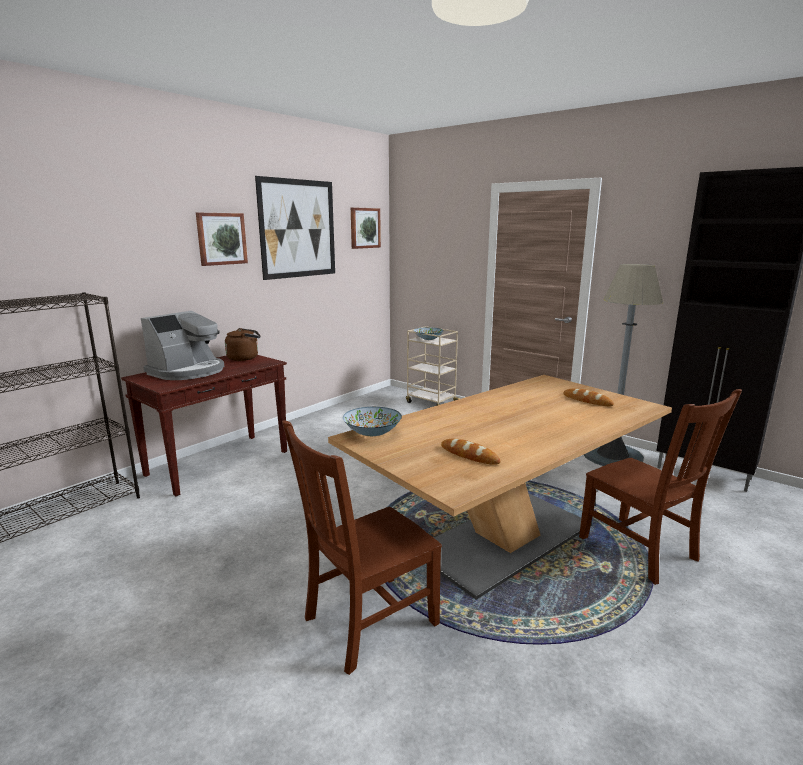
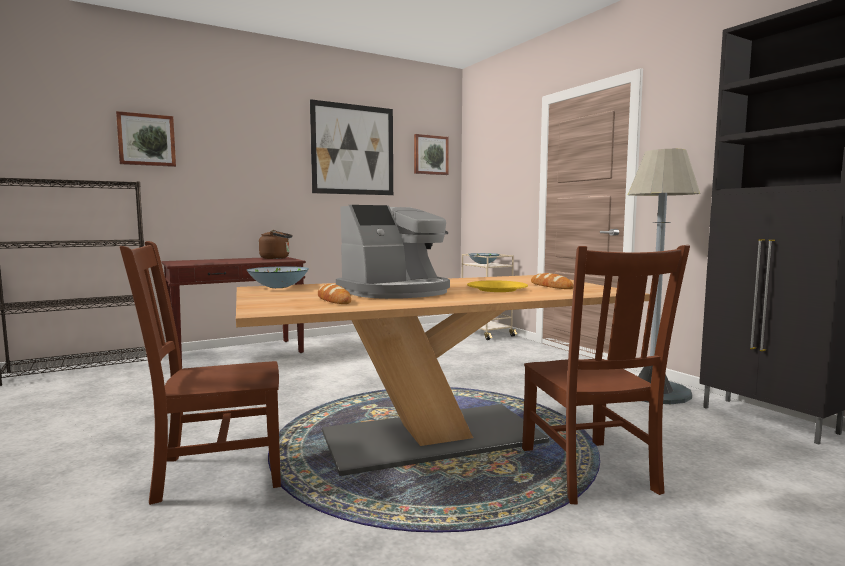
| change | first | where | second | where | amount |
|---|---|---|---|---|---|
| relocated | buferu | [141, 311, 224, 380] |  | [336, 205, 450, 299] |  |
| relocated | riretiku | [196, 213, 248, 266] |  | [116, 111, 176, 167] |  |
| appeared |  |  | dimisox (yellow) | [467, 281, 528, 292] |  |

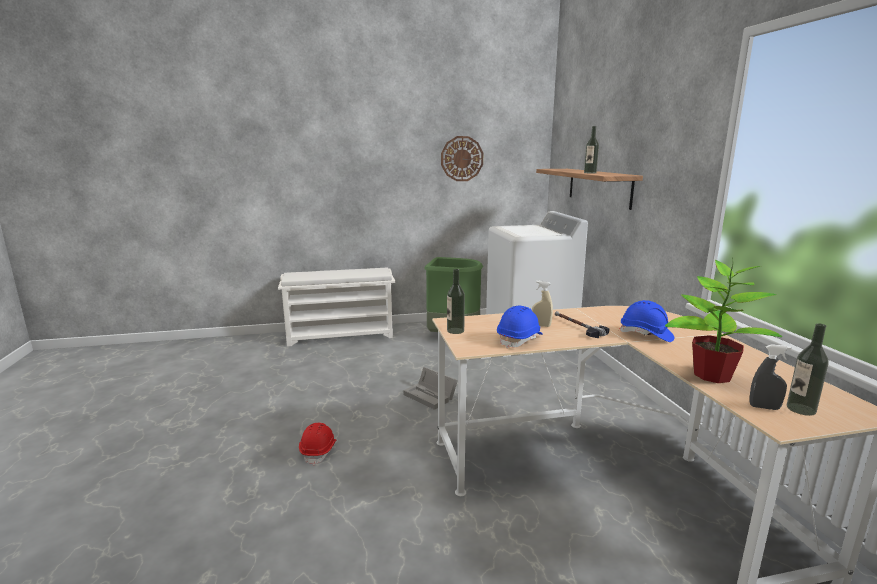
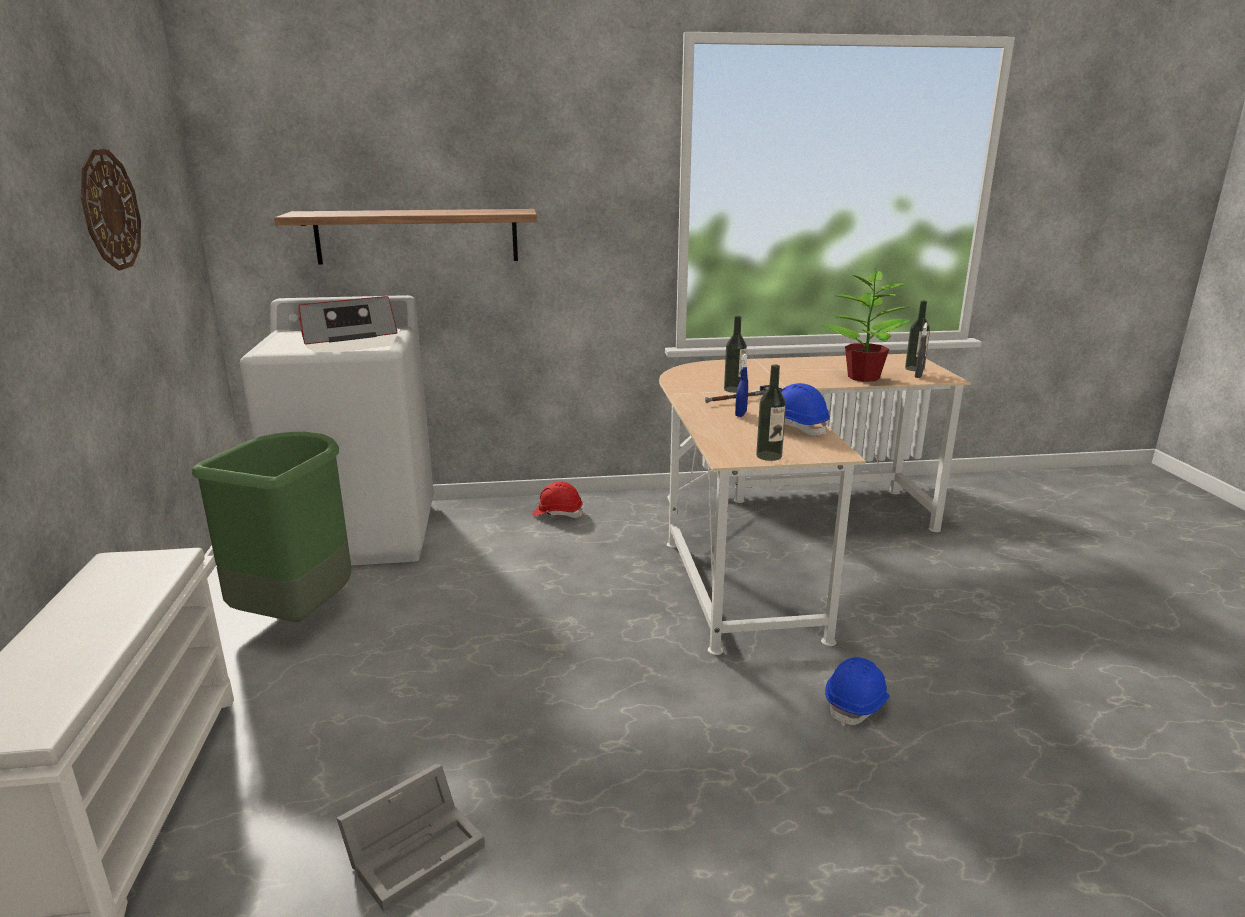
| change | first | where | second | where | amount |
|---|---|---|---|---|---|
| relocated | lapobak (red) | [299, 423, 336, 465] |  | [533, 481, 583, 518] |  |
| relocated | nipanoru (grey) | [403, 367, 458, 410] |  | [336, 763, 485, 912] |  |
| colour | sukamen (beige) | [532, 281, 553, 327] | sukamen (blue) | [735, 354, 748, 417] |  |
| relocated | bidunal | [584, 126, 599, 173] |  | [724, 316, 747, 393] |  |
| relocated | lapobak (blue) | [619, 300, 674, 342] |  | [825, 657, 890, 726] |  |
| appeared |  |  | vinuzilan | [298, 296, 398, 344] |  |

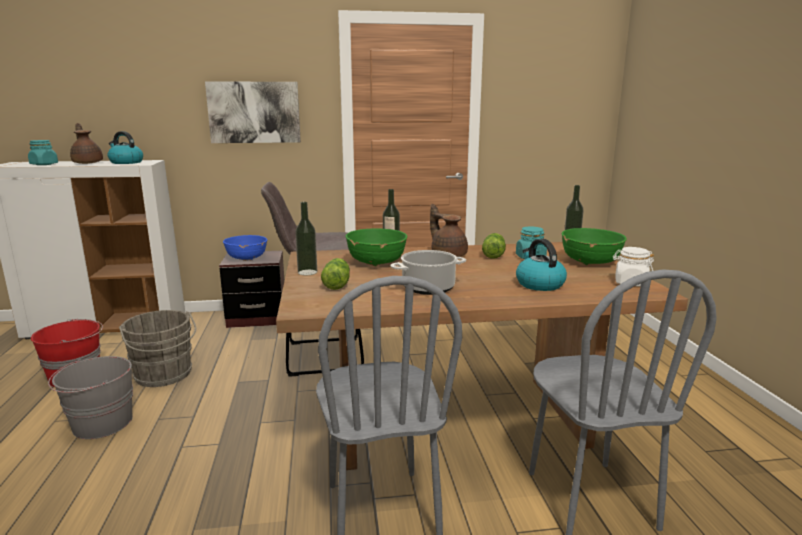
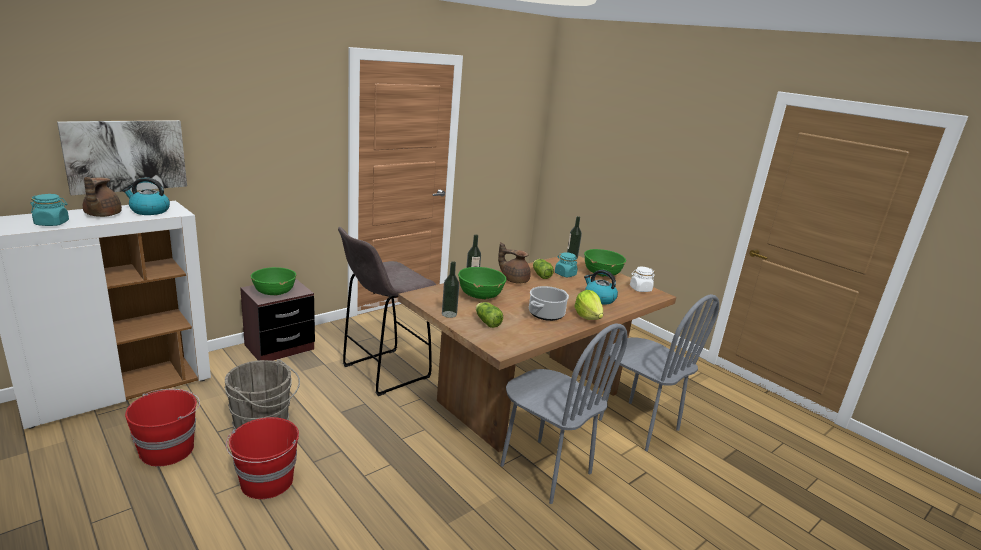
| change | first | where | second | where | amount |
|---|---|---|---|---|---|
| colour | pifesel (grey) | [48, 356, 133, 439] | pifesel (red) | [226, 417, 299, 499] |  |
| spun | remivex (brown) | [70, 123, 103, 164] |  | [83, 177, 122, 217] | 120 degrees counterclockwise |
| relocated | riretiku | [205, 81, 301, 143] |  | [57, 120, 187, 195] |  |
| colour | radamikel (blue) | [223, 235, 268, 261] | radamikel (green) | [250, 267, 296, 296] |  |
| appeared |  |  | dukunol | [574, 290, 603, 320] |  |

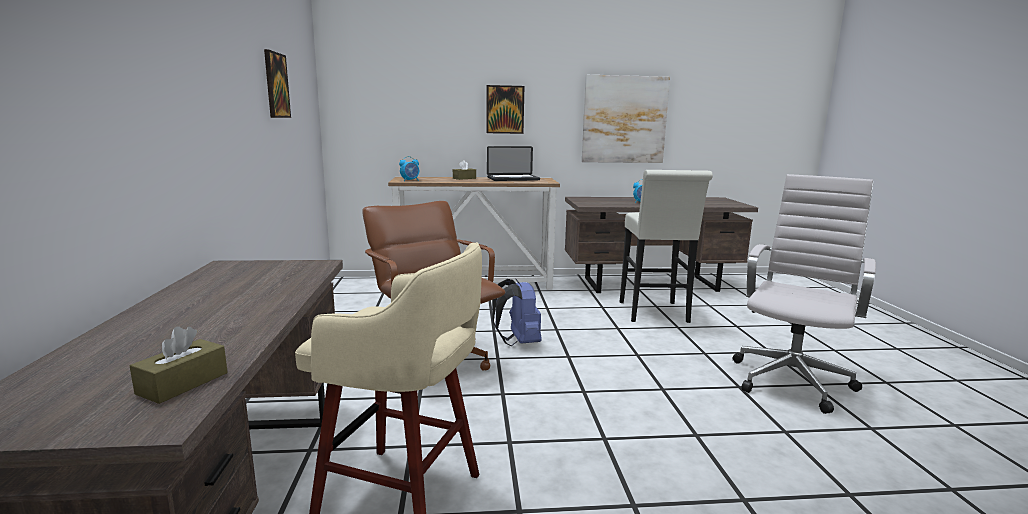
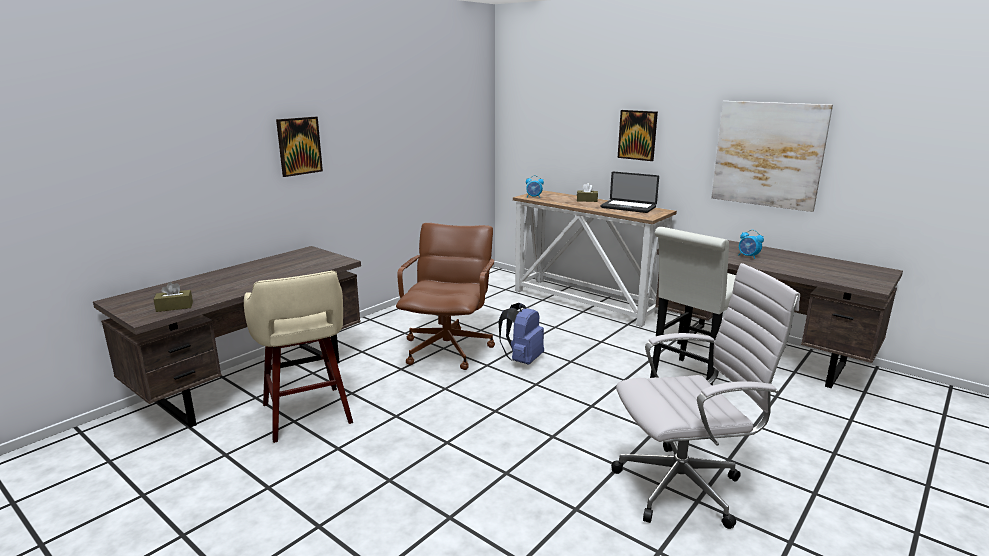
| change | first | where | second | where | amount |
|---|---|---|---|---|---|
| relocated | riretiku | [264, 49, 291, 118] |  | [276, 117, 323, 177] |  |

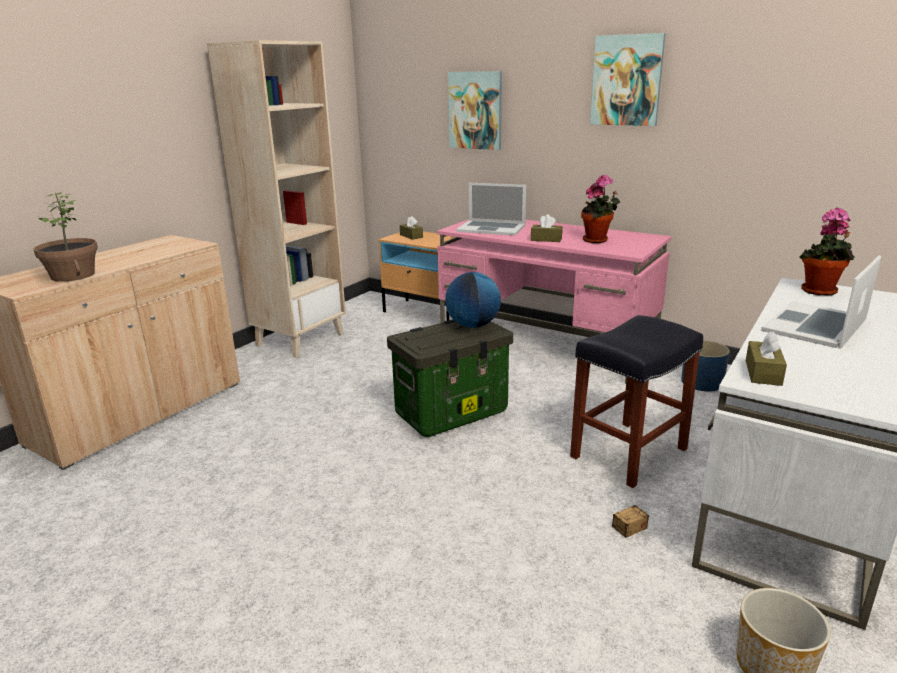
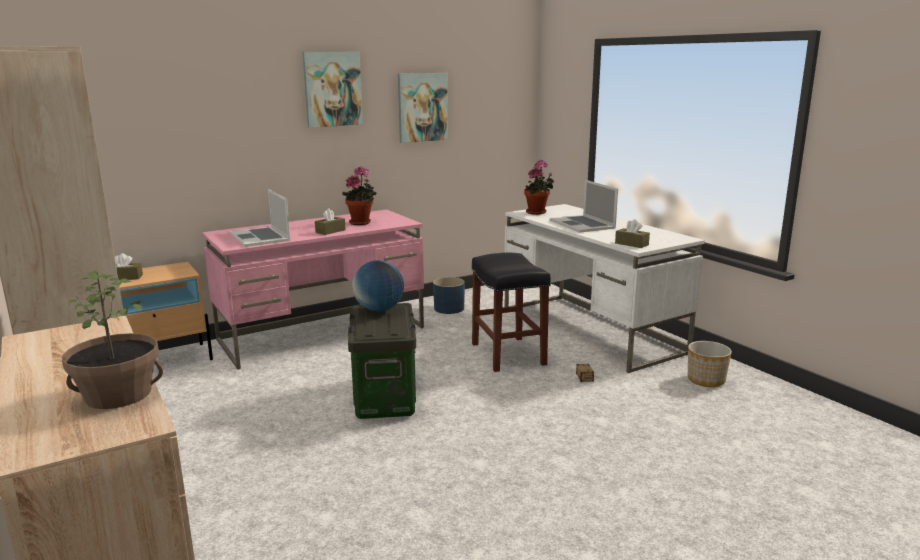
| change | first | where | second | where | amount |
|---|---|---|---|---|---|
| relocated | riretiku | [448, 71, 502, 150] |  | [398, 73, 448, 143] |  |
| spun | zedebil | [456, 183, 526, 235] |  | [230, 189, 290, 247] | 105 degrees clockwise |

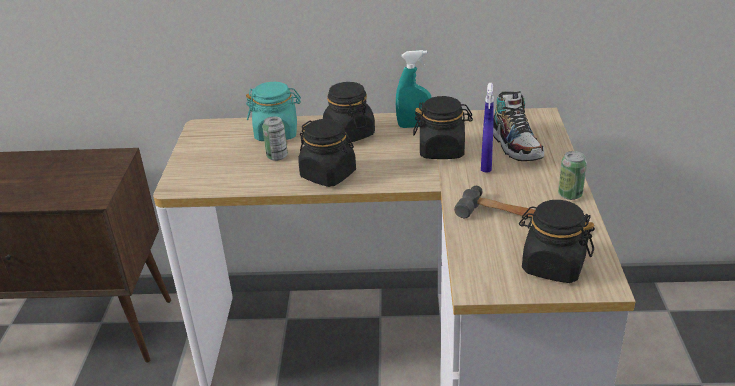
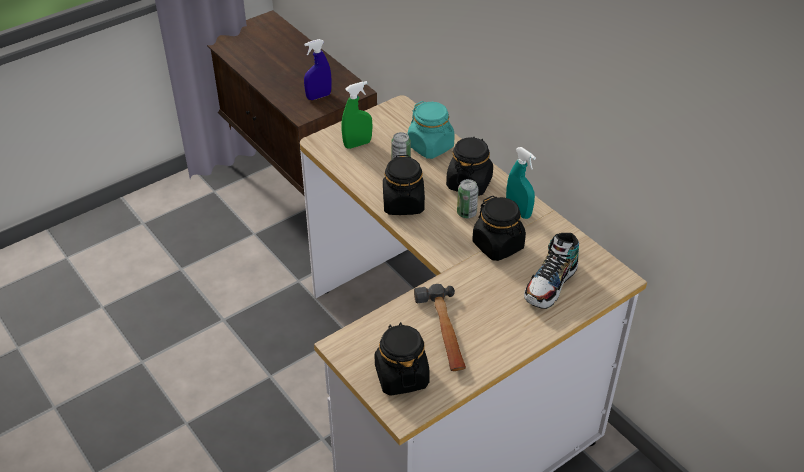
| change | first | where | second | where | amount |
|---|---|---|---|---|---|
| relocated | sukamen (blue) | [481, 83, 494, 172] |  | [304, 39, 332, 100] |  |
| relocated | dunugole | [558, 151, 587, 200] |  | [457, 179, 479, 218] |  |
| appeared |  |  | sukamen (green) | [342, 81, 373, 149] |  |

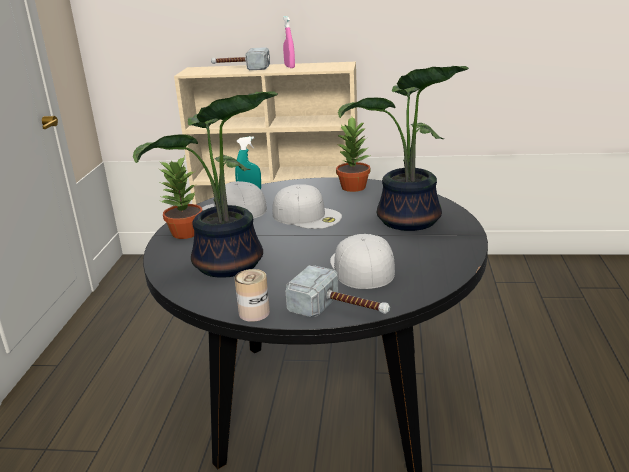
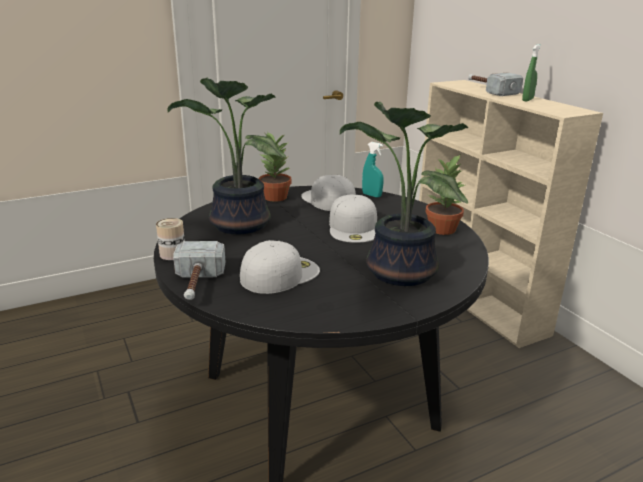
| change | first | where | second | where | amount |
|---|---|---|---|---|---|
| colour | sukamen (pink) | [283, 16, 295, 68] | sukamen (green) | [522, 44, 541, 101] |  |

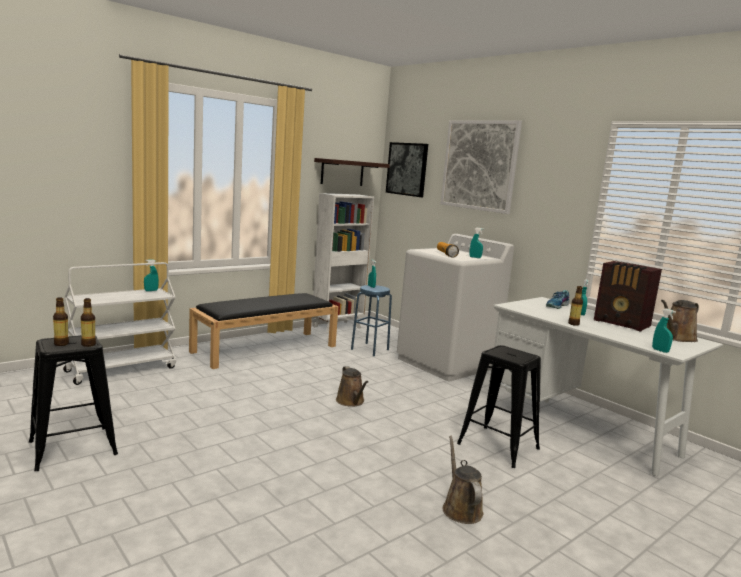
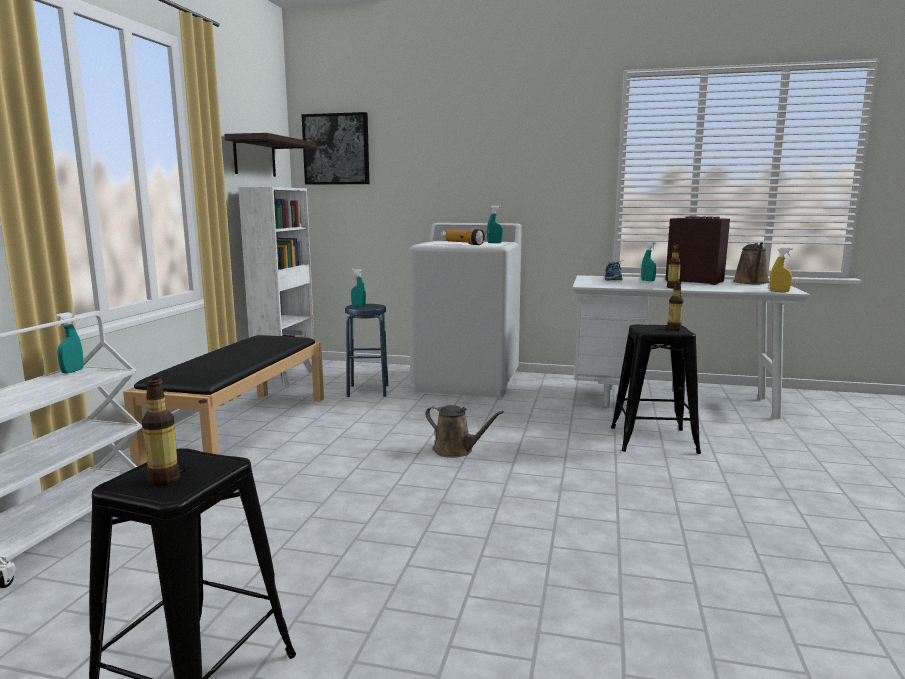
| change | first | where | second | where | amount |
|---|---|---|---|---|---|
| relocated | bidunal | [81, 298, 96, 347] |  | [667, 281, 683, 331] |  |
| missing | riretiku | [441, 120, 522, 214] |  |  |  |
| missing | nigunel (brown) | [443, 436, 483, 524] |  |  |  |
| spun | vinuzilan | [594, 261, 662, 332] |  | [665, 216, 730, 285] | 150 degrees counterclockwise |
| colour | sukamen (turquoise) | [652, 309, 676, 353] | sukamen (yellow) | [770, 248, 793, 292] |  |

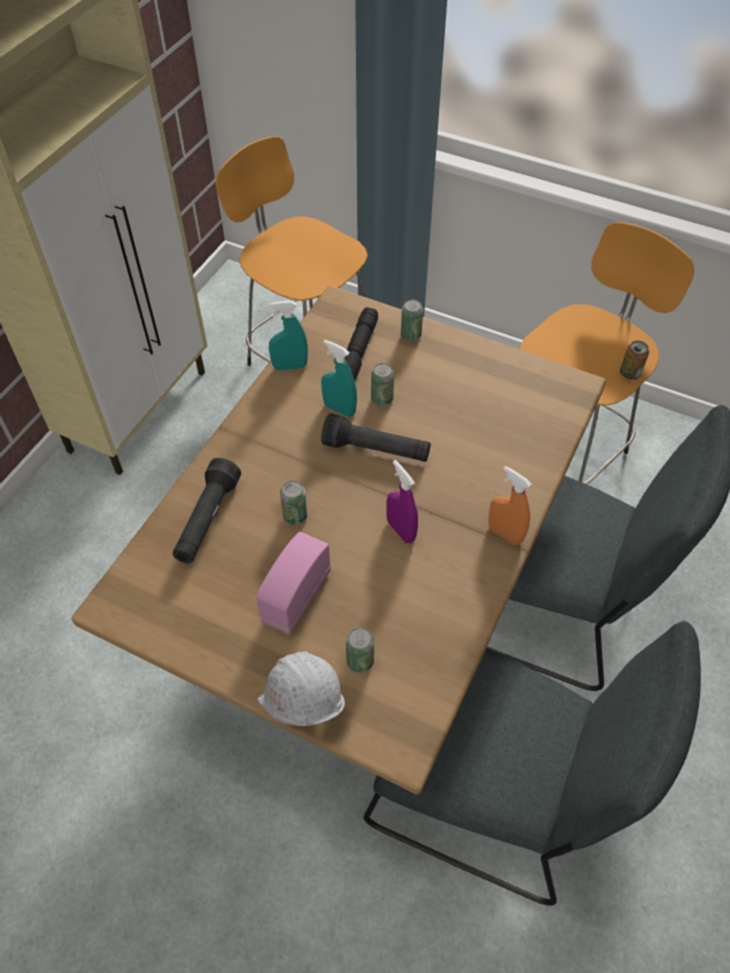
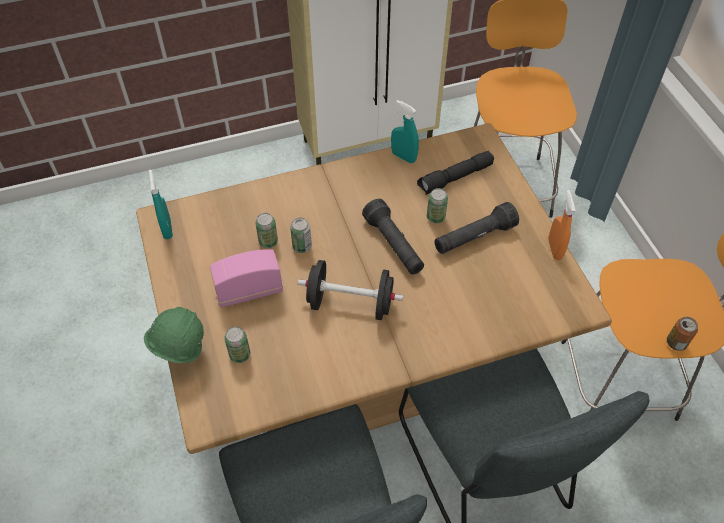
| change | first | where | second | where | amount |
|---|---|---|---|---|---|
| relocated | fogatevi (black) | [173, 458, 241, 563] |  | [435, 202, 519, 254] |  |
| colour | lapobak (white) | [257, 652, 345, 726] | lapobak (green) | [144, 307, 204, 363] |  |
| relocated | sukamen (turquoise) | [321, 340, 357, 417] |  | [149, 170, 173, 239] |  |
| exchanged | sukamen (purple) | [386, 460, 418, 543] | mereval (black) | [298, 260, 403, 320] |  |
| relocated | dunugole | [401, 299, 423, 341] |  | [255, 213, 278, 248] |  |
| relocated | sukamen (orange) | [488, 466, 532, 545] |  | [548, 190, 575, 260] |  |

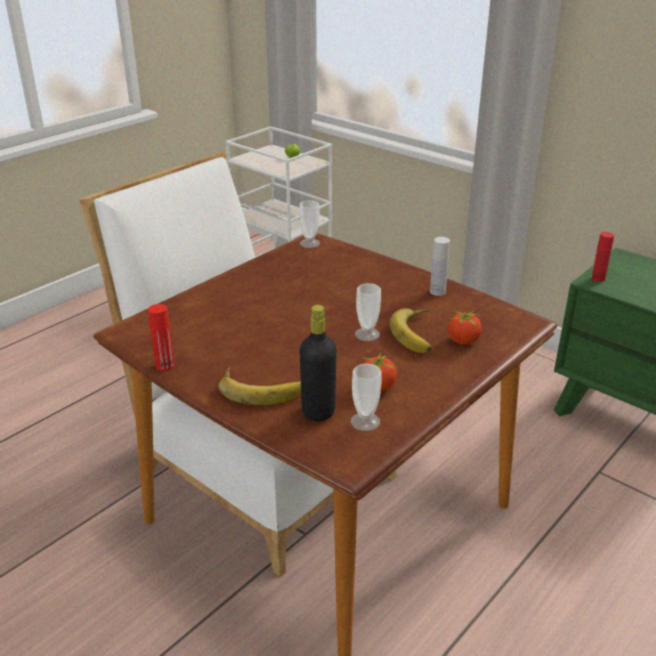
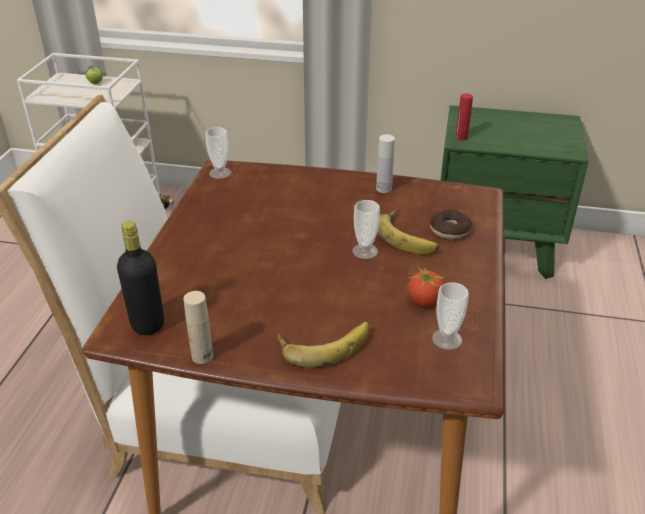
| change | first | where | second | where | amount |
|---|---|---|---|---|---|
| colour | bidunal (red) | [148, 304, 174, 371] | bidunal (beige) | [183, 291, 213, 364] |  |
| relocated | bidunal (black) | [300, 305, 337, 421] |  | [117, 220, 164, 335] |  |
| exchanged | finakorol | [448, 310, 482, 345] | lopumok | [430, 210, 472, 239] |  |

